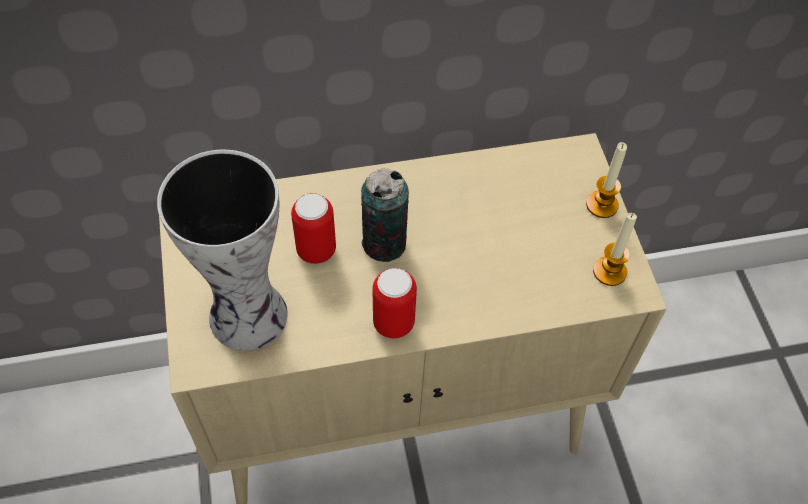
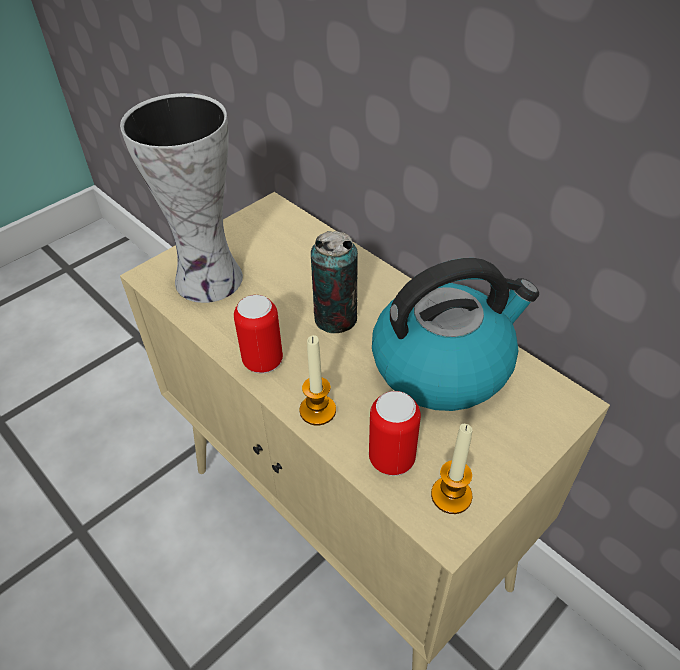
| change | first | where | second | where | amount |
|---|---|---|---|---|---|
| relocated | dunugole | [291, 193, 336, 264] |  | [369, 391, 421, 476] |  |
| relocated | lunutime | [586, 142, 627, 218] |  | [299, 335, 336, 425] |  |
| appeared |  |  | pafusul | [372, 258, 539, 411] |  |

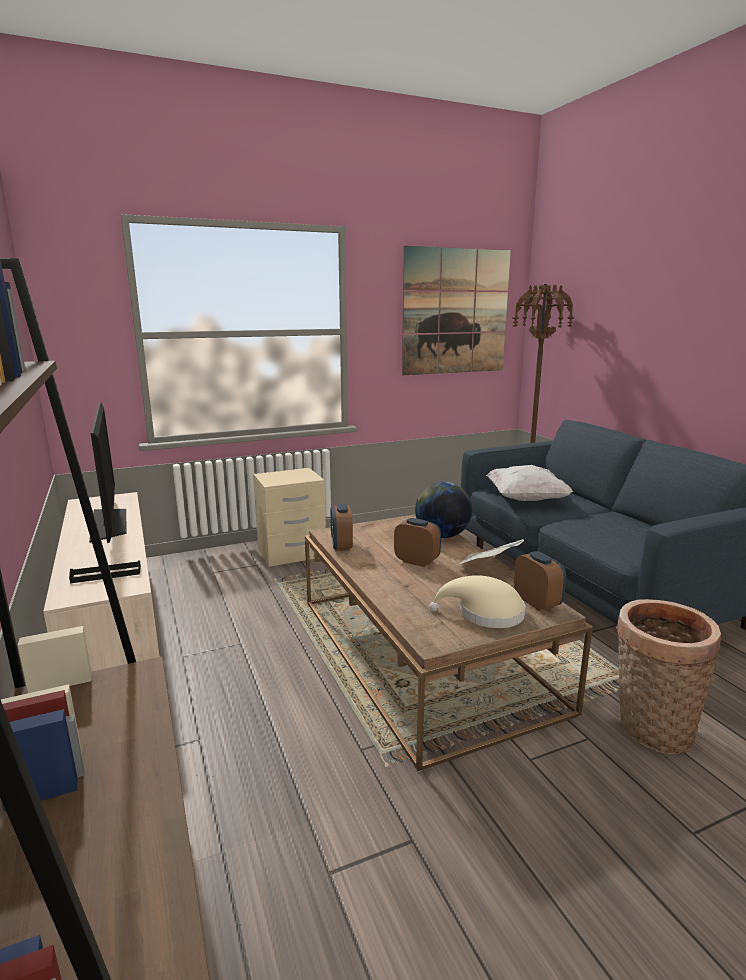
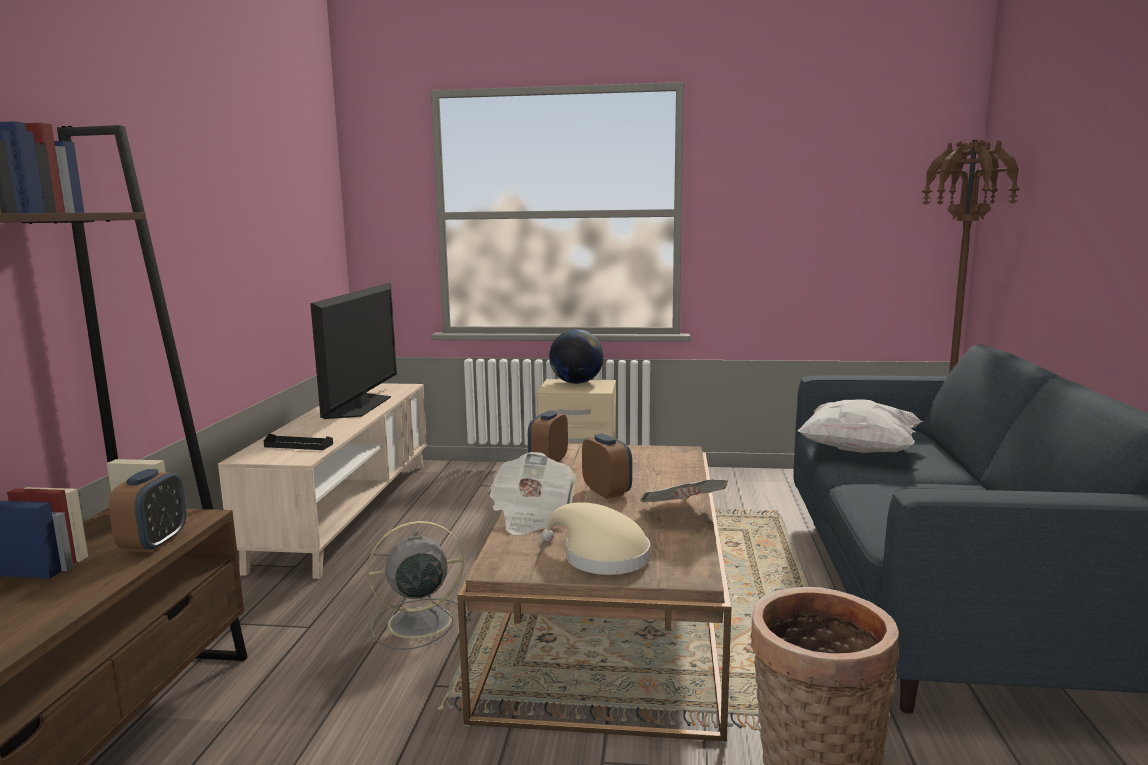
| change | first | where | second | where | amount |
|---|---|---|---|---|---|
| missing | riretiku | [402, 246, 511, 375] |  |  |  |
| relocated | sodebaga | [415, 482, 472, 538] |  | [549, 329, 604, 384] |  |
| relocated | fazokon | [514, 551, 566, 611] |  | [108, 469, 187, 552] |  |
| appeared |  |  | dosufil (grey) | [367, 521, 472, 650] |  |
| appeared |  |  | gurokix | [488, 452, 577, 535] |  |

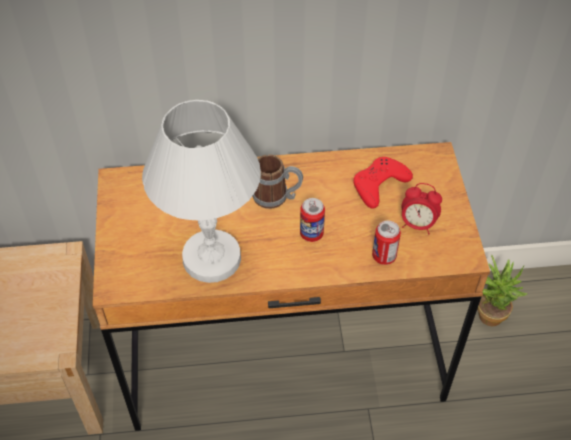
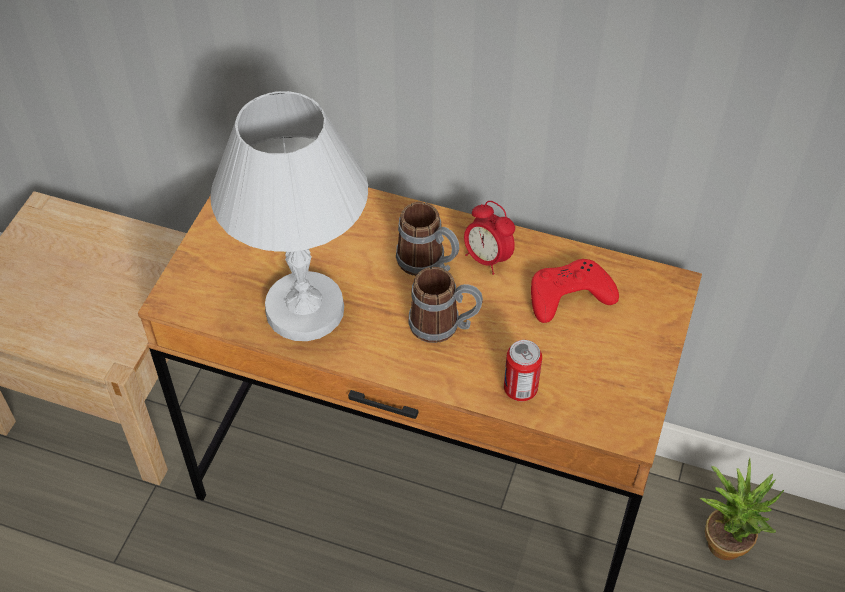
| change | first | where | second | where | amount |
|---|---|---|---|---|---|
| exchanged | dunugole | [300, 198, 325, 242] | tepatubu | [408, 267, 483, 343] |  |
| relocated | fazokon | [402, 183, 442, 234] |  | [464, 201, 515, 275] |  |

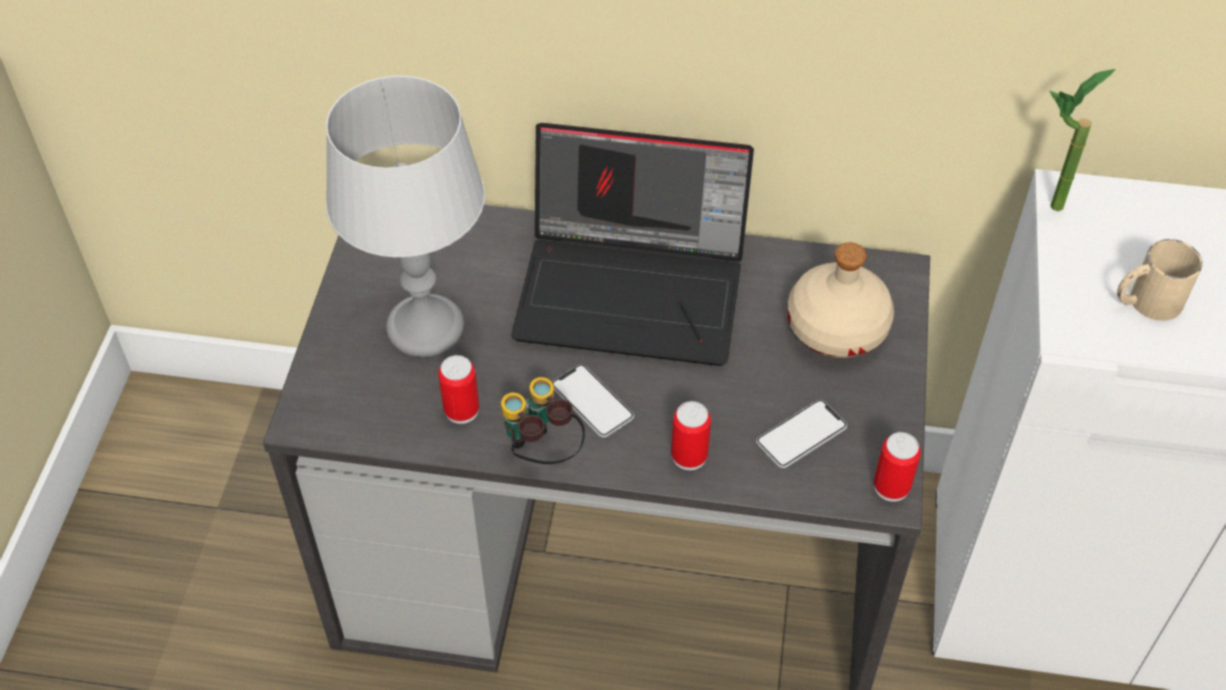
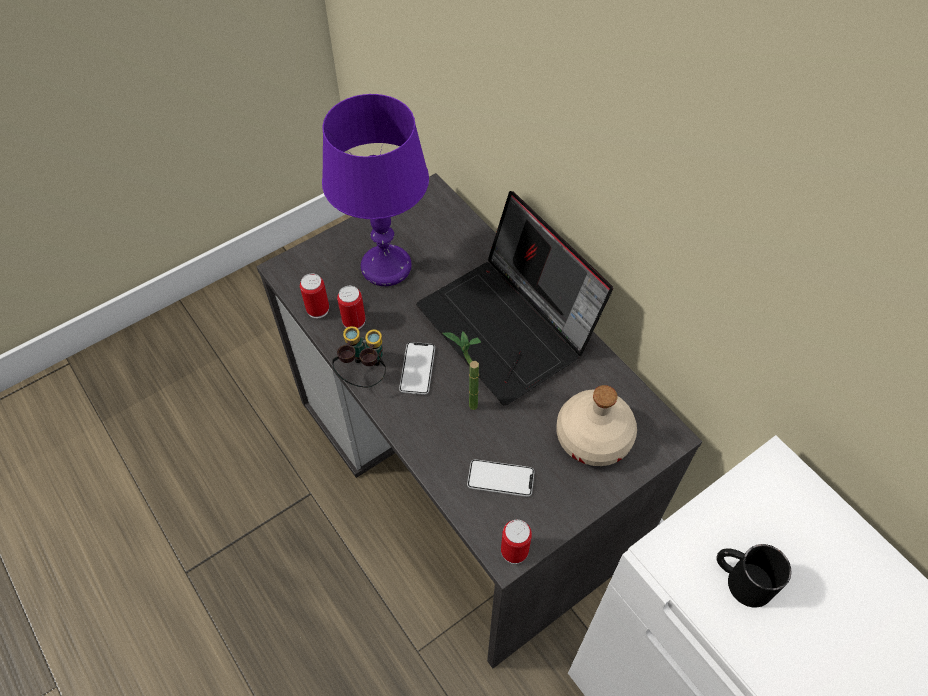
| change | first | where | second | where | amount |
|---|---|---|---|---|---|
| colour | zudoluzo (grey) | [326, 76, 485, 357] | zudoluzo (purple) | [322, 94, 429, 286] |  |
| relocated | dunugole | [671, 401, 711, 470] |  | [300, 273, 329, 318] |  |
| relocated | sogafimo | [1049, 69, 1116, 211] |  | [442, 331, 481, 410] |  |
| colour | tepatubu (beige) | [1117, 239, 1203, 321] | tepatubu (black) | [716, 544, 791, 608] |  |

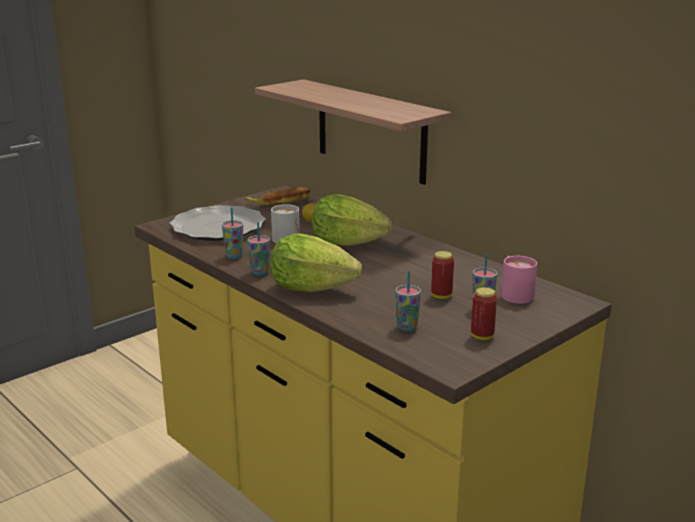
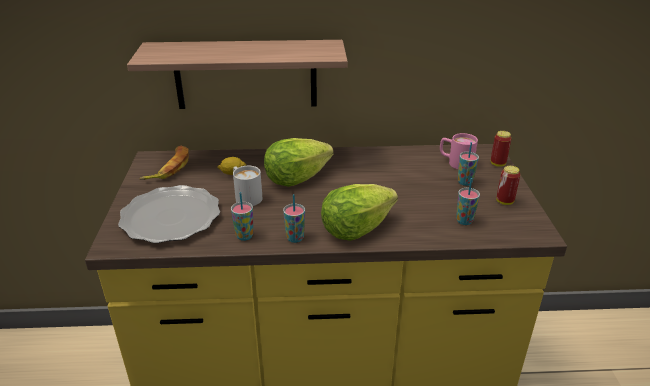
| change | first | where | second | where | amount |
|---|---|---|---|---|---|
| relocated | dunugole | [431, 251, 454, 299] |  | [491, 131, 511, 167] |  |

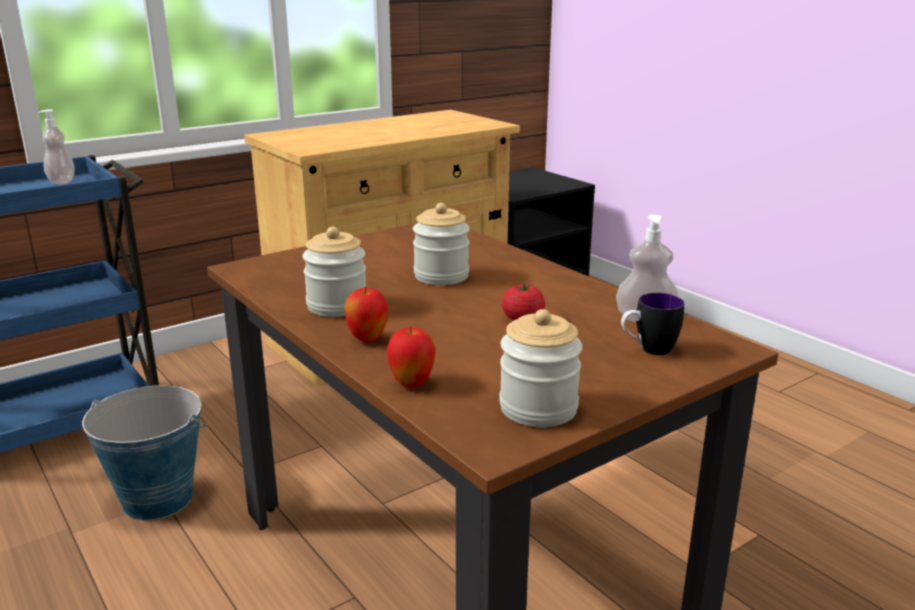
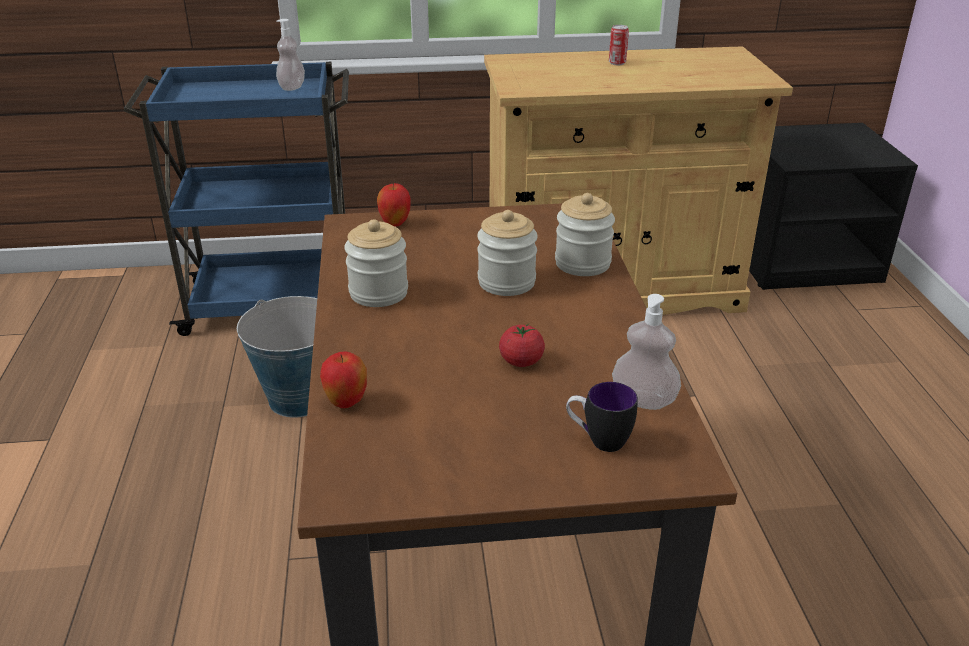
| change | first | where | second | where | amount |
|---|---|---|---|---|---|
| relocated | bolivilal | [344, 287, 388, 342] |  | [377, 183, 411, 227] |  |
| relocated | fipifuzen | [499, 309, 583, 427] |  | [555, 193, 615, 276] |  |
| appeared |  |  | dunugole | [609, 25, 629, 65] |  |

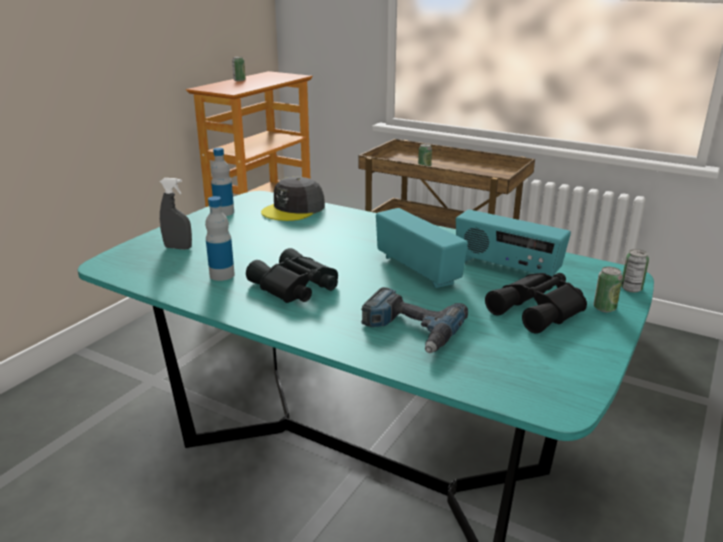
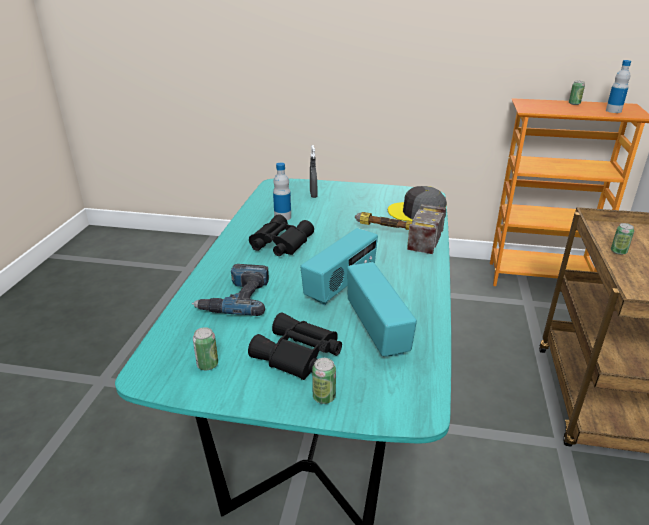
| change | first | where | second | where | amount |
|---|---|---|---|---|---|
| relocated | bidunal | [211, 148, 234, 216] |  | [606, 60, 631, 113] |  |
| spun | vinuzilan | [456, 209, 571, 276] |  | [347, 262, 417, 357] | 150 degrees clockwise |
| relocated | dunugole | [621, 249, 649, 293] |  | [193, 327, 218, 370] |  |
| appeared |  |  | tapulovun | [355, 204, 446, 254] |  |

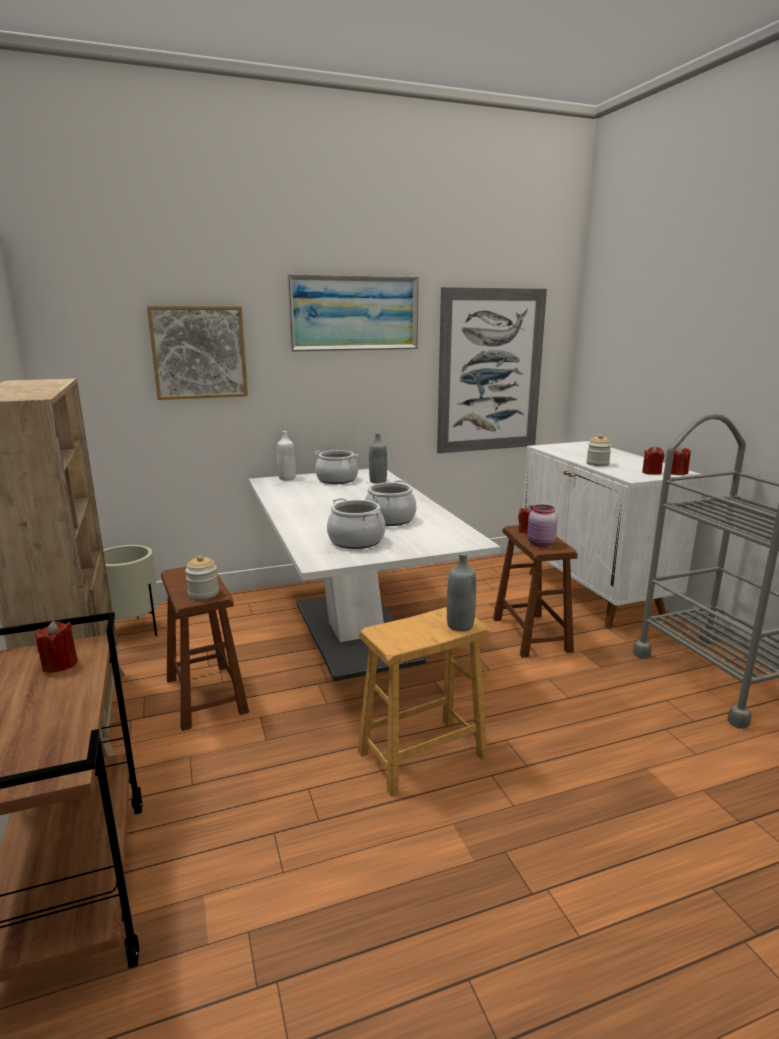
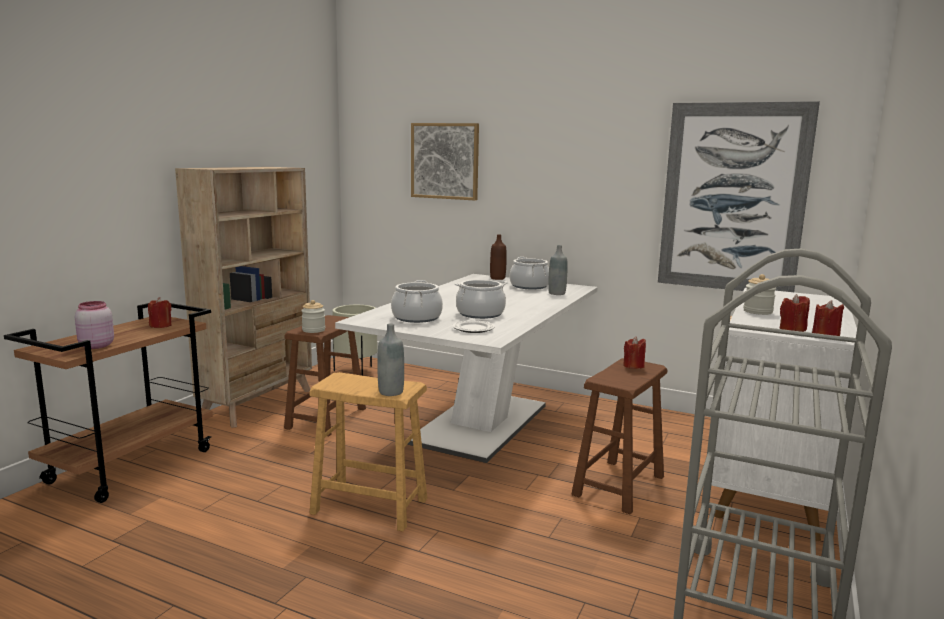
| change | first | where | second | where | amount |
|---|---|---|---|---|---|
| colour | bidunal (white) | [277, 431, 296, 480] | bidunal (brown) | [490, 234, 507, 280] |  |
| missing | riretiku | [287, 274, 419, 351] |  |  |  |
| relocated | fipifuzen (pink) | [527, 505, 558, 547] |  | [75, 301, 114, 349] |  |
| appeared |  |  | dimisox | [452, 320, 495, 333] |  |

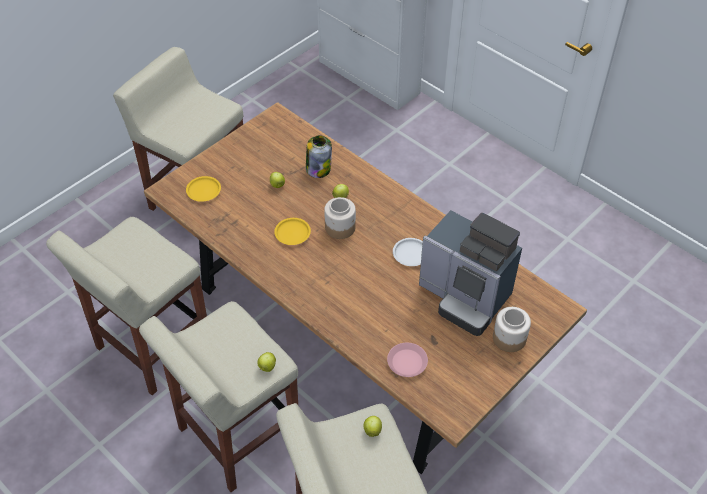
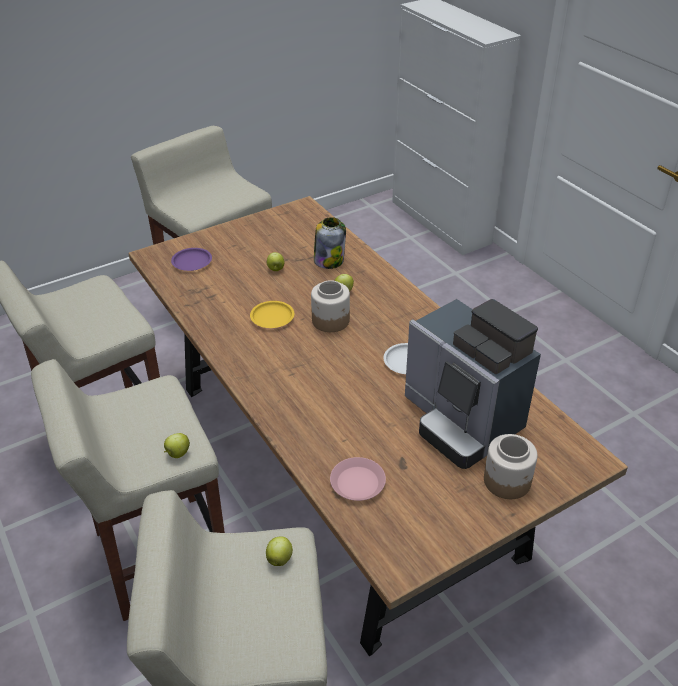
| change | first | where | second | where | amount |
|---|---|---|---|---|---|
| colour | dimisox (yellow) | [186, 176, 221, 202] | dimisox (purple) | [171, 248, 212, 271] |  |

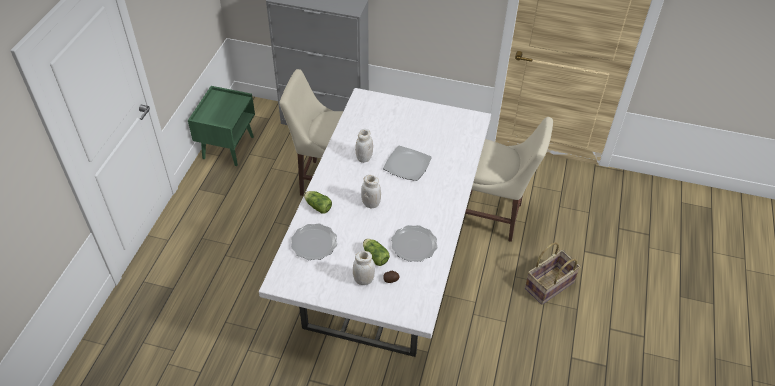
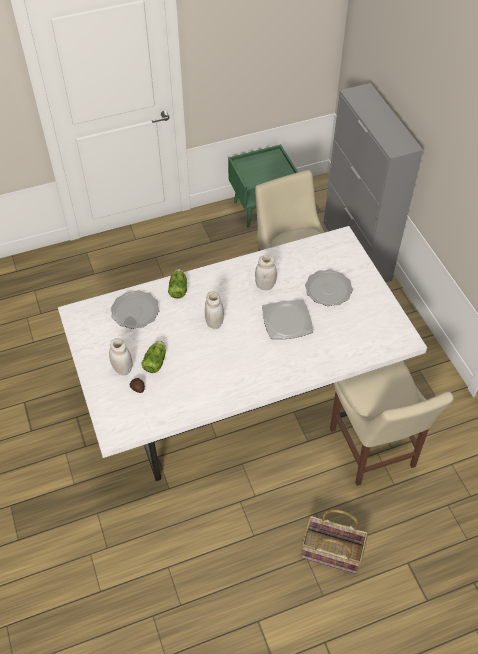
| change | first | where | second | where | amount |
|---|---|---|---|---|---|
| relocated | dimisox | [391, 225, 437, 262] |  | [305, 269, 353, 306] |  |

